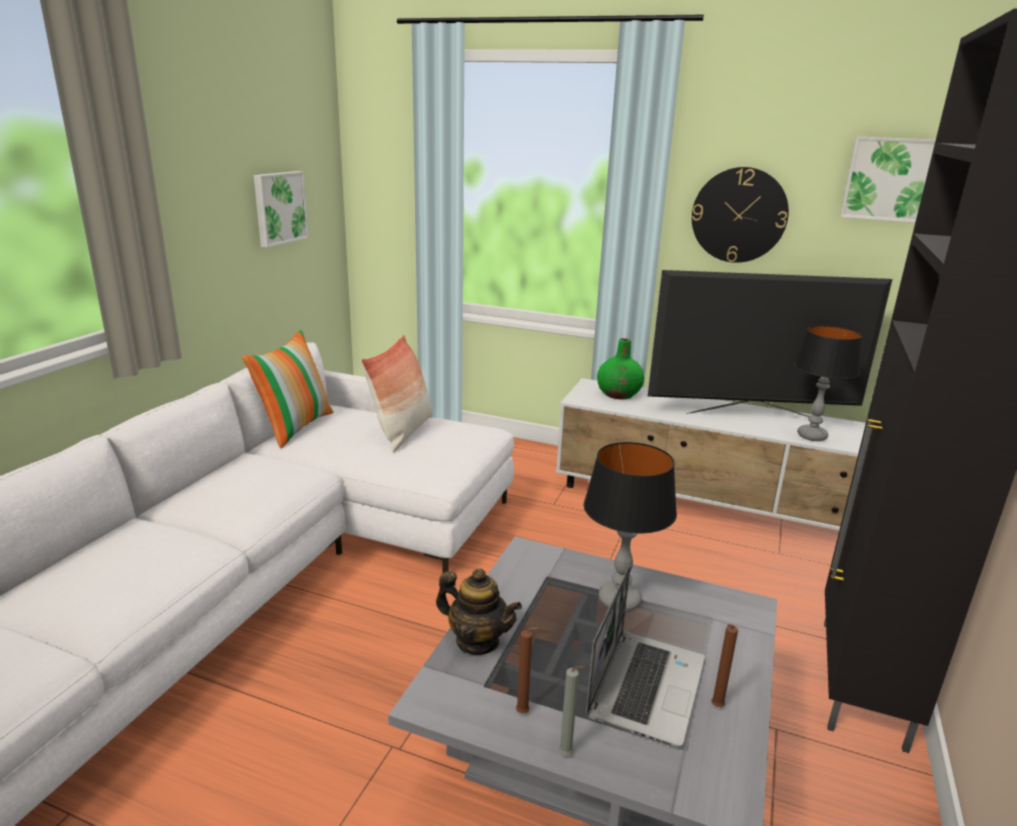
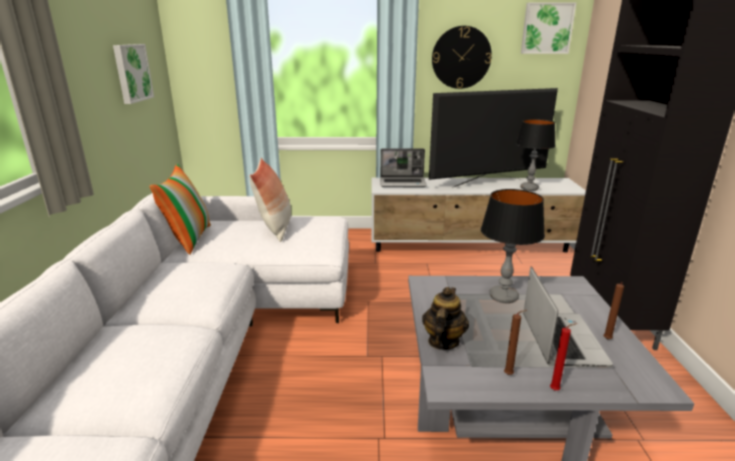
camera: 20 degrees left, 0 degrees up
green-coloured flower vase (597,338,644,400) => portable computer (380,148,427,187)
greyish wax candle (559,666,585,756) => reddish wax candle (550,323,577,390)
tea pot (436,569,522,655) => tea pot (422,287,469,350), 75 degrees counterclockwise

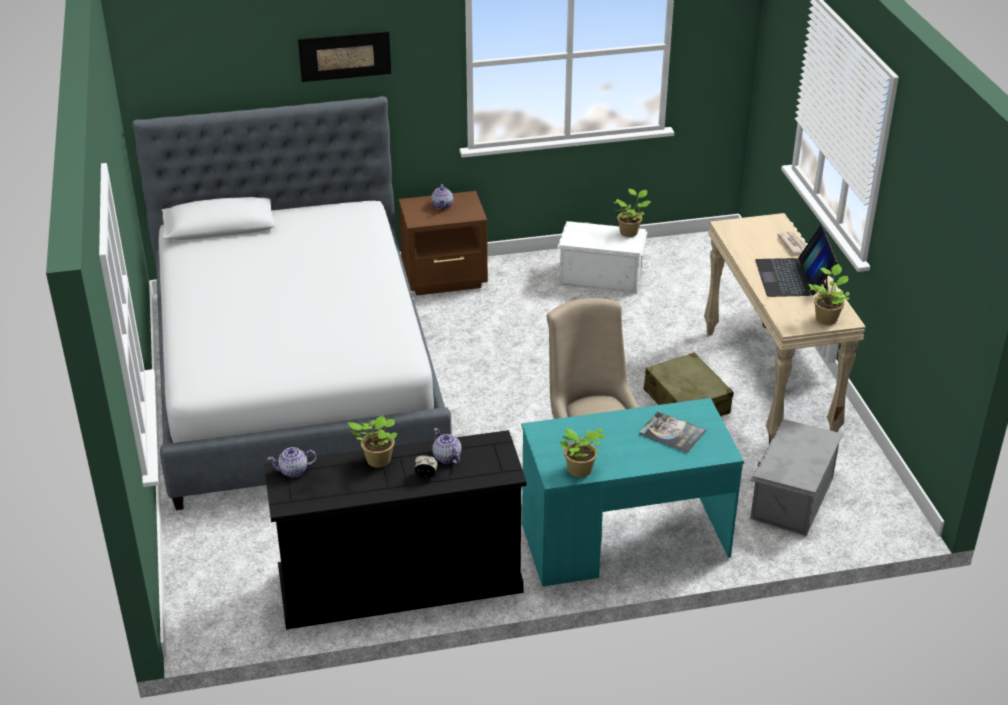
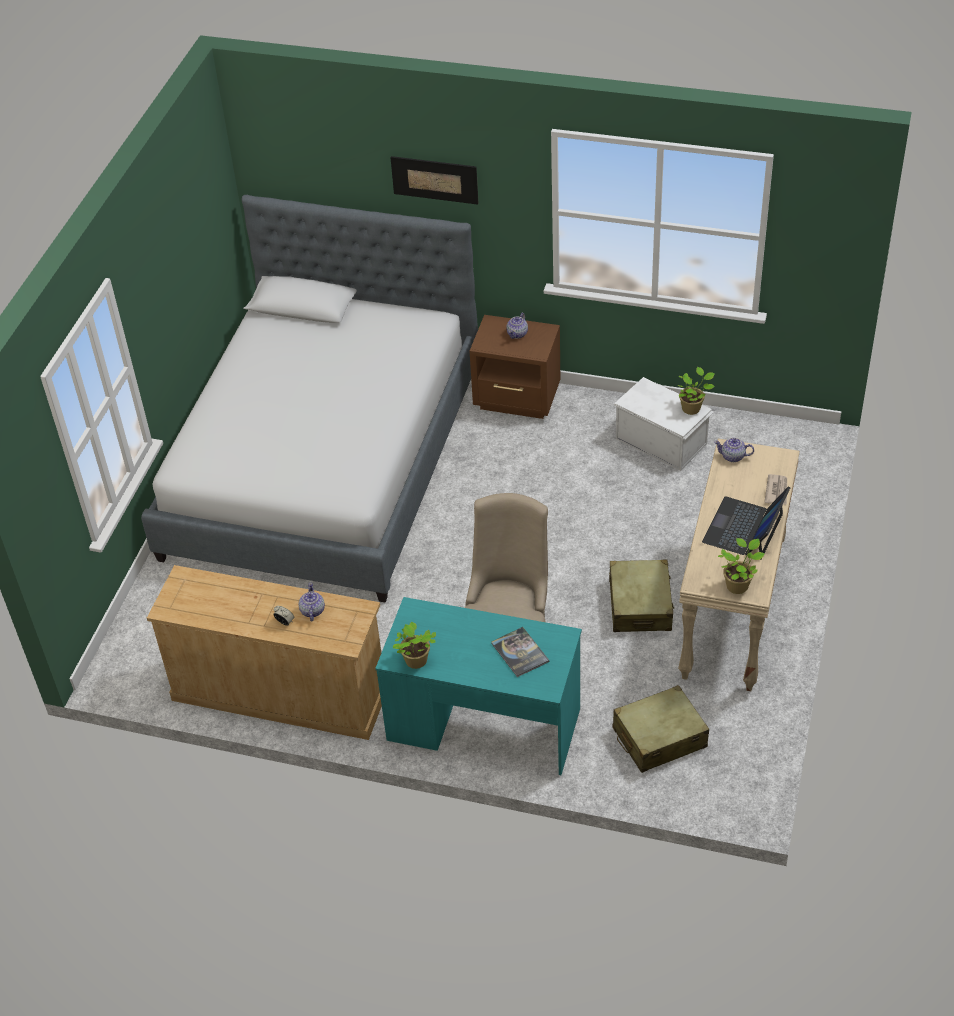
camera: 30 degrees right, 10 degrees up
plant in a pot (348,415,397,468) => nothing
tea pot (268,447,317,477) => tea pot (714,438,754,462), relocated
greyish storage container (750,419,843,536) => beige piece of luggage (613,685,709,773)
black-coloured dresser (264,430,527,629) => beige dresser (147,565,382,740)

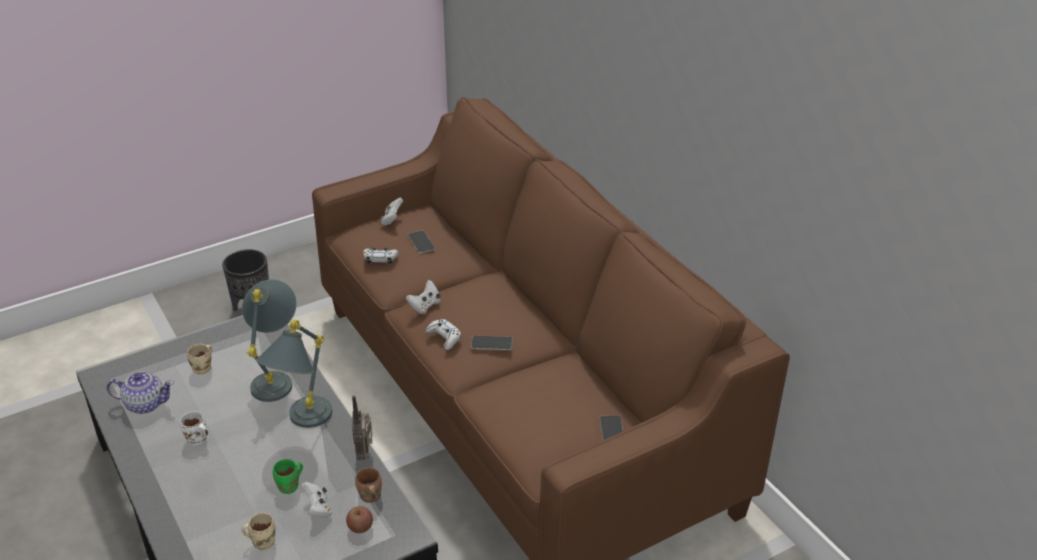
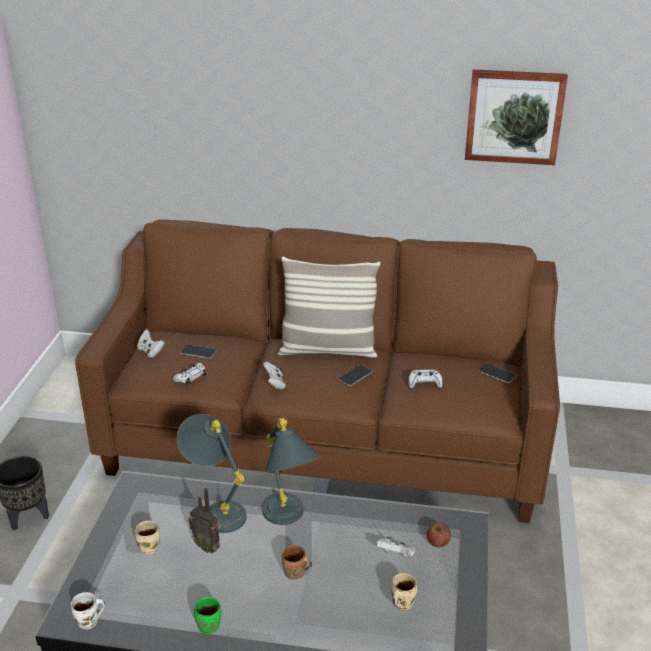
camera: 50 degrees left, 5 degrees down
tea pot (107,371,174,414) => nothing
nothing => cushion (278,257,381,358)
nothing => picture (465,70,568,165)
white-coloured tea mug (180,411,208,445) => white-coloured tea mug (71,592,105,630), relocated
green-coloured tea mug (273,459,303,494) => green-coloured tea mug (194,595,221,634), relocated
radio (352,396,372,460) => radio (188,488,221,553), relocated
brownish tea mug (355,468,382,503) => brownish tea mug (282,545,312,580), relocated
white-coloured joypad (425,319,461,350) => white-coloured joypad (409,370,442,389), relocated

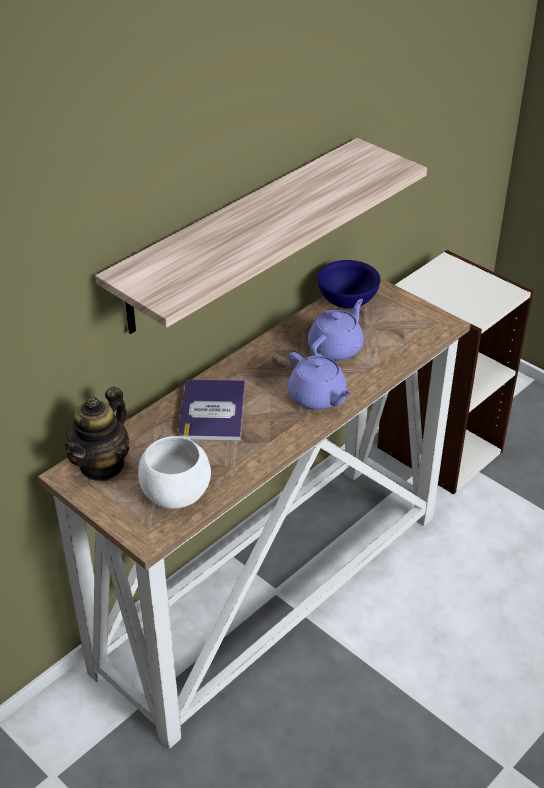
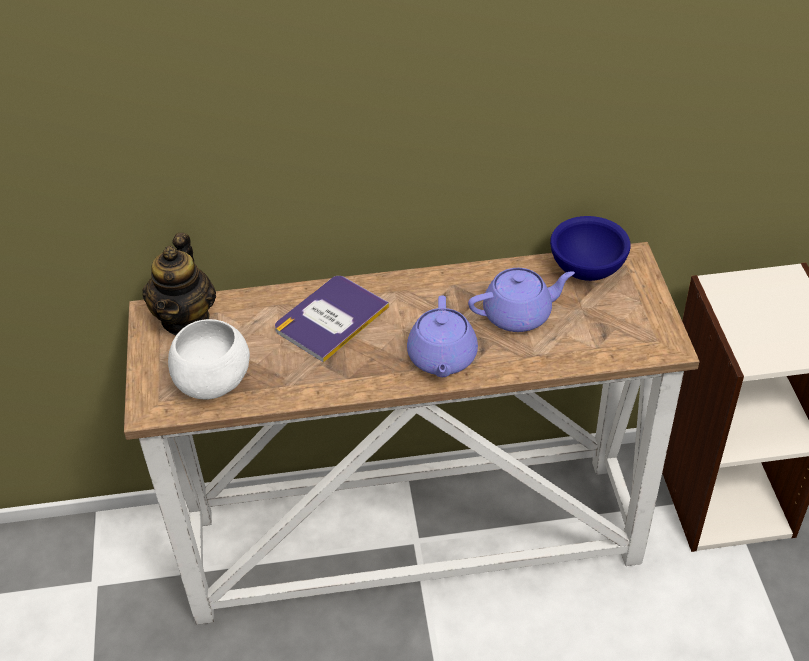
camera: 40 degrees right, 5 degrees up
bracket shelf (95,138,427,334) => nothing
tea pot (63,387,129,481) => tea pot (142,233,216,335), 60 degrees counterclockwise

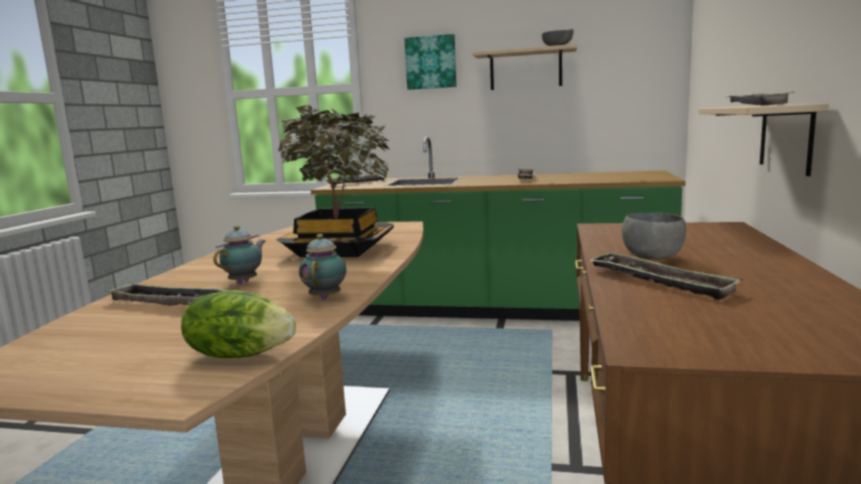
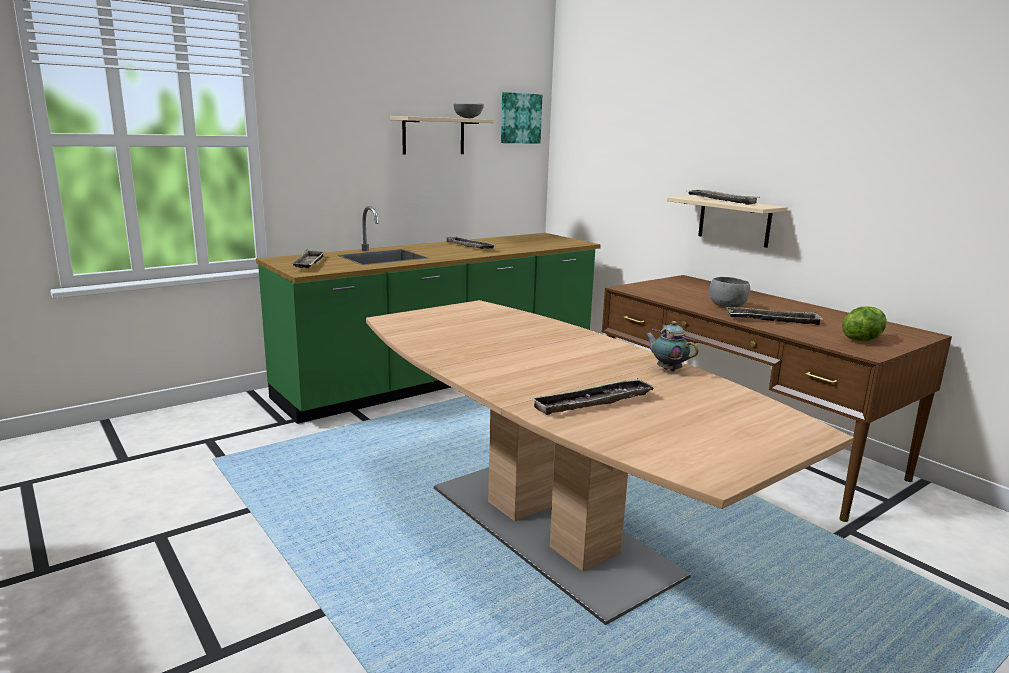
camera: 50 degrees left, 5 degrees up
tea pot (213,225,265,284) => nothing
plant in a pot (276,105,394,257) => nothing
lettuce head (181,290,296,358) => lettuce head (842,306,887,341), relocated
picture (404,34,457,90) => picture (501,92,542,144), relocated

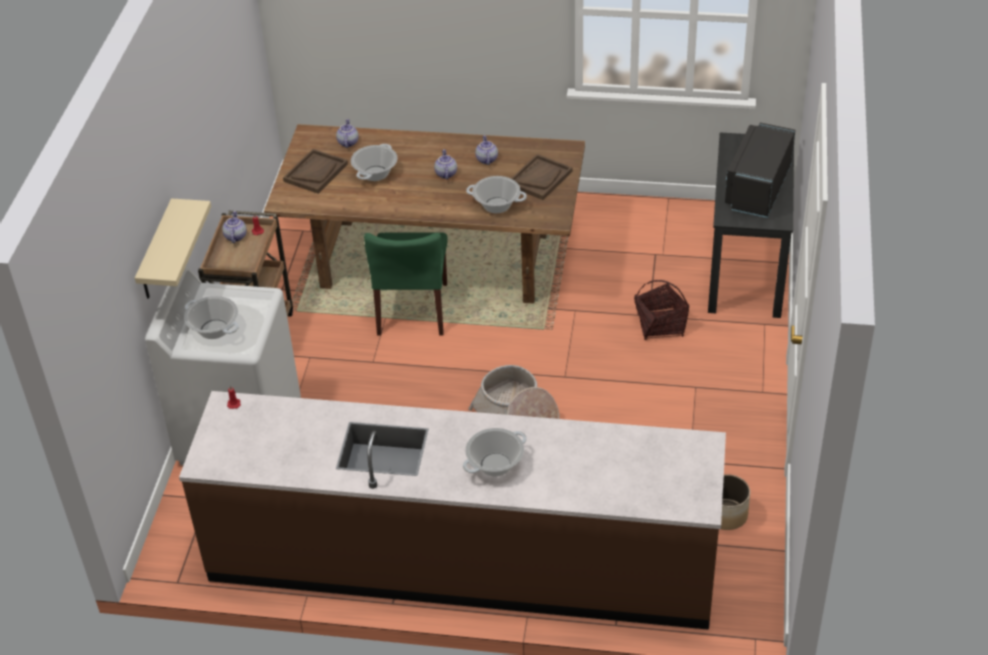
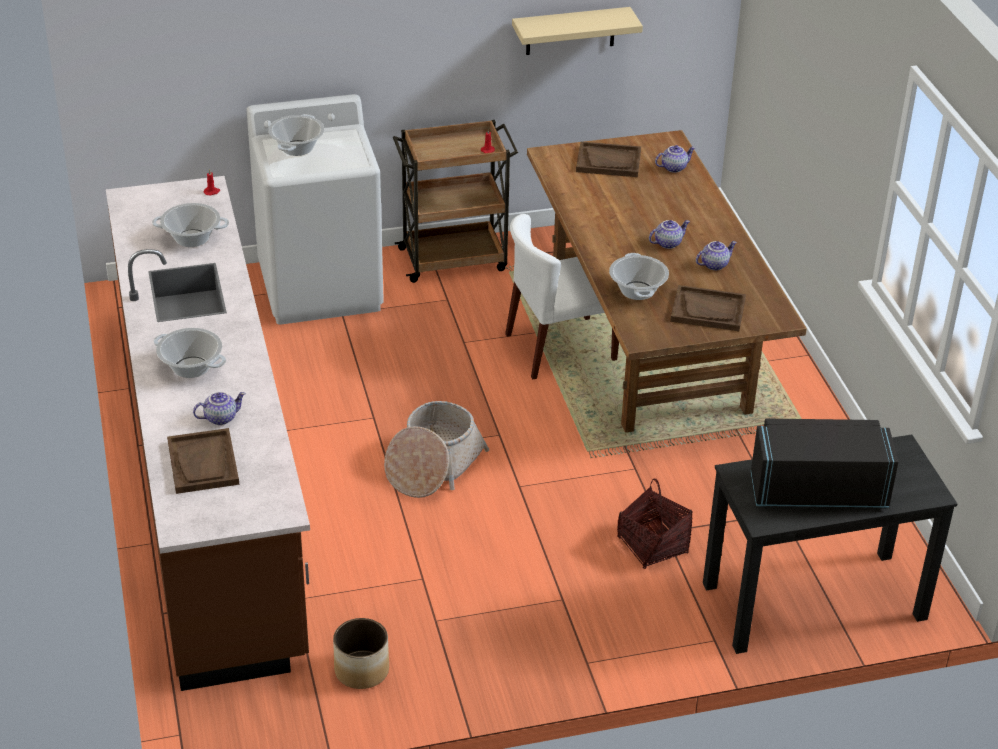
camera: 65 degrees right, 5 degrees down
nothing => brownish tray (167,428,239,494)
beige bracket shelf (135,198,211,299) => beige bracket shelf (512,7,643,55), relocated
tea pot (222,211,247,243) => tea pot (193,392,246,425), relocated
stockpot (351,144,398,181) => stockpot (152,203,229,247), relocated
green-coloured upright chair (364,232,448,336) => white-coloured upright chair (505,214,619,379)

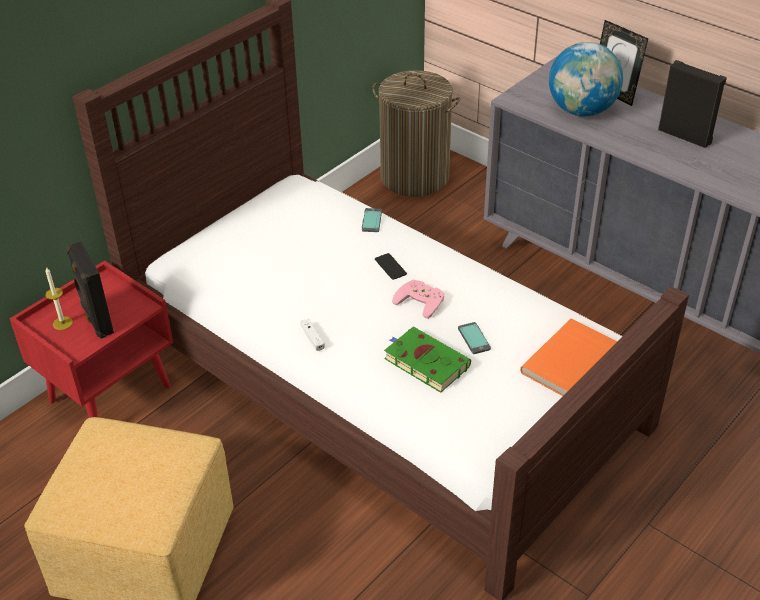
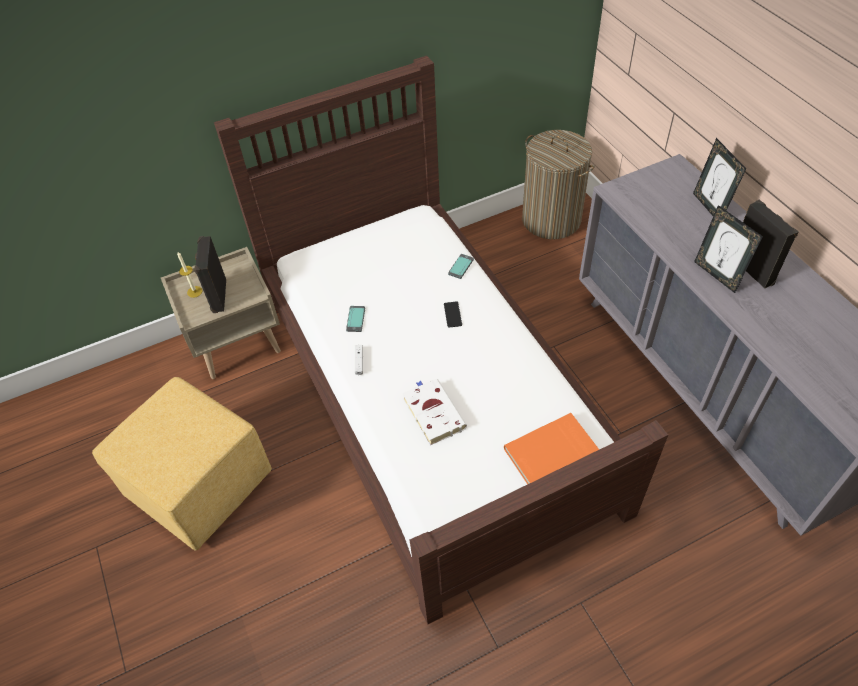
camera: 25 degrees right, 10 degrees up
pink joypad (392,280,445,319) => nothing
desk globe (549,42,623,116) => nothing
nothing => standing frame (694,205,763,293)
telephone (458,322,491,354) => telephone (346,306,365,332), relocated
reddish bedside table (10,261,173,418) => beige bedside table (161,247,281,379)
green-coloured volume (384,327,471,393) => white-coloured volume (402,379,467,445)

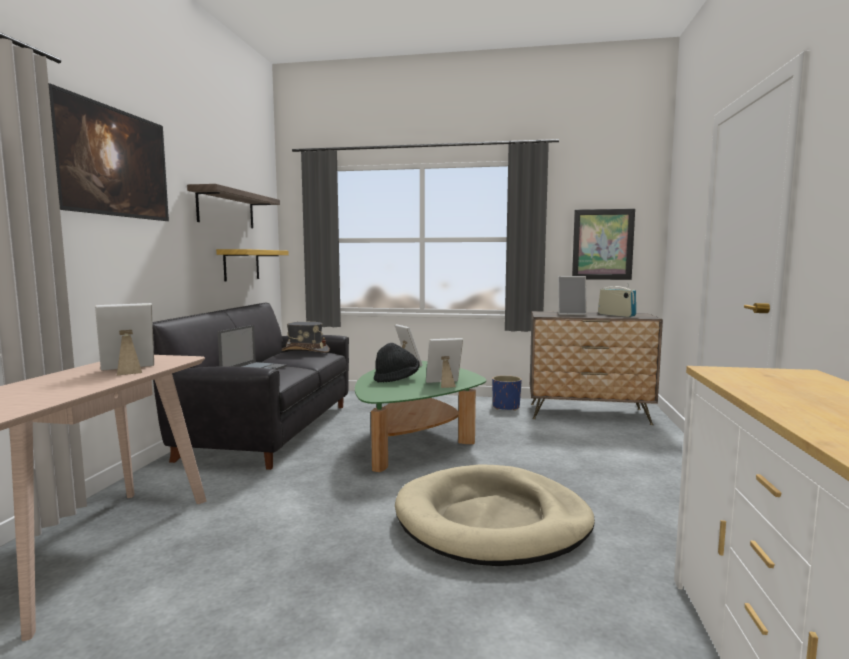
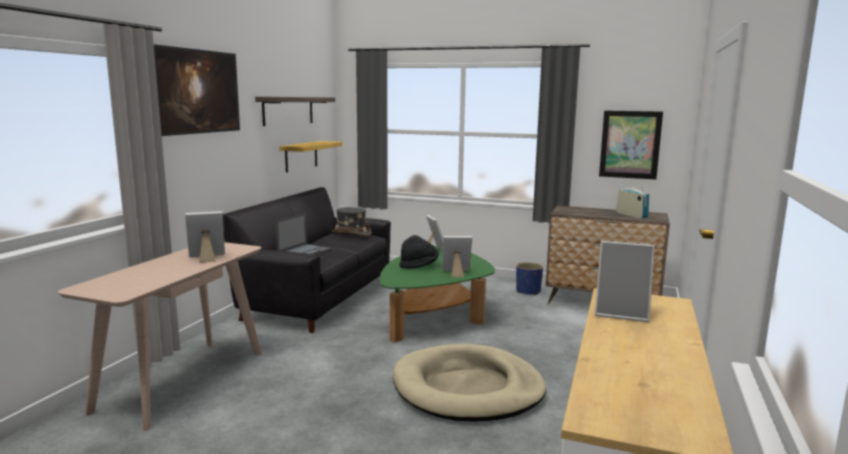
camera: 10 degrees right, 5 degrees up
standing frame (558,276,587,315) => standing frame (595,241,655,322), relocated

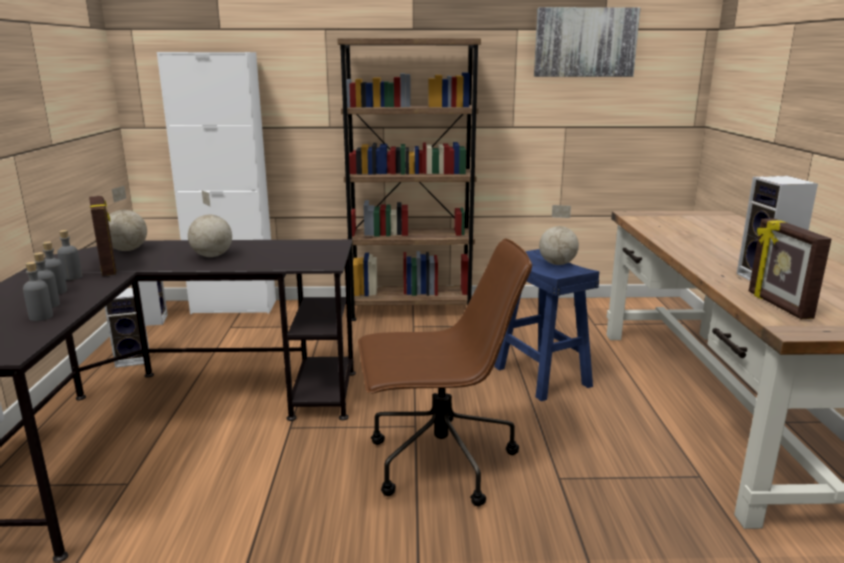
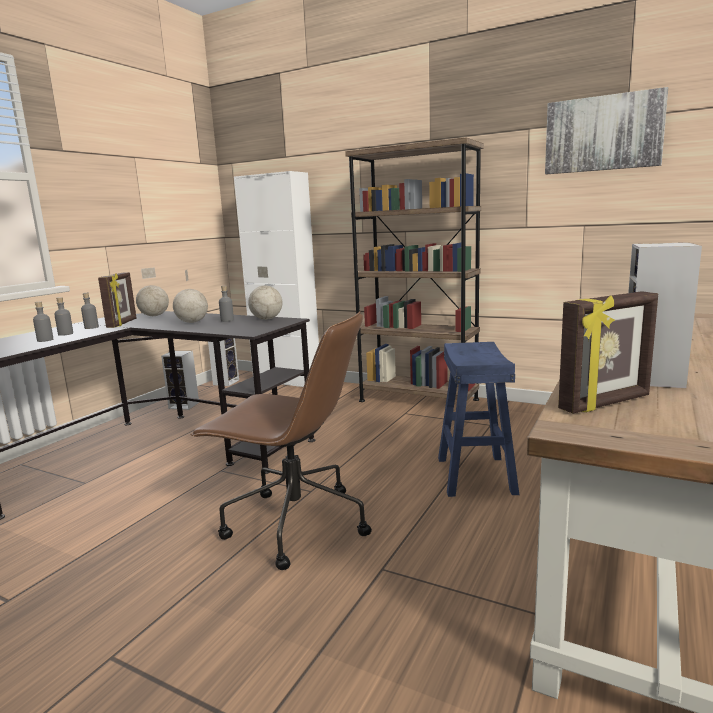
camera: 30 degrees right, 5 degrees down
greyish bottle (23,262,53,321) => greyish bottle (219,286,234,322), relocated
desk globe (539,205,579,265) => desk globe (248,266,282,320), relocated
standing frame (749,218,832,319) => standing frame (558,291,658,414), 135 degrees counterclockwise

